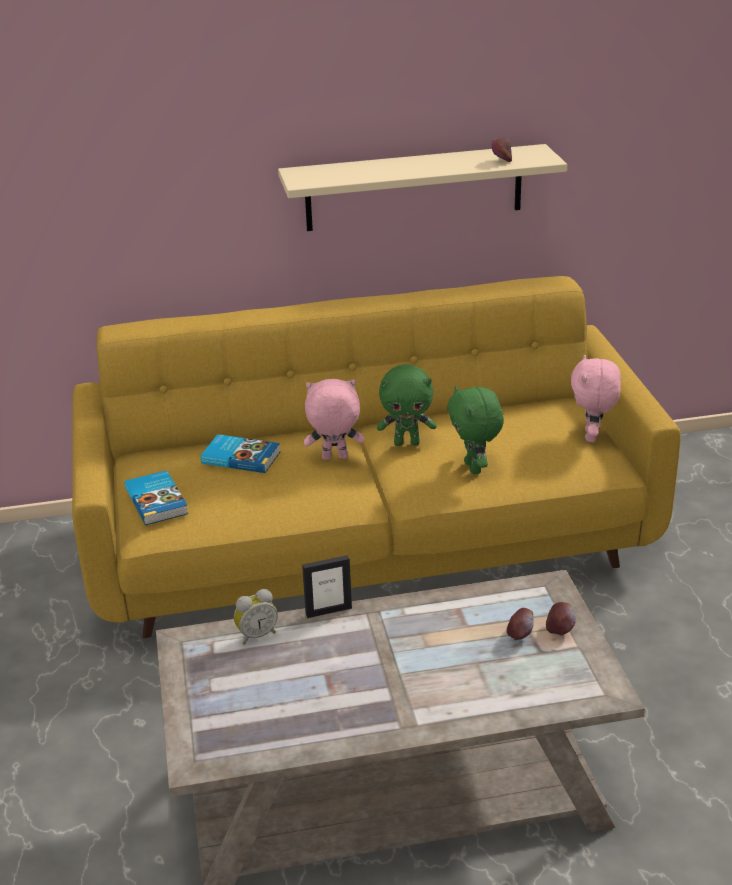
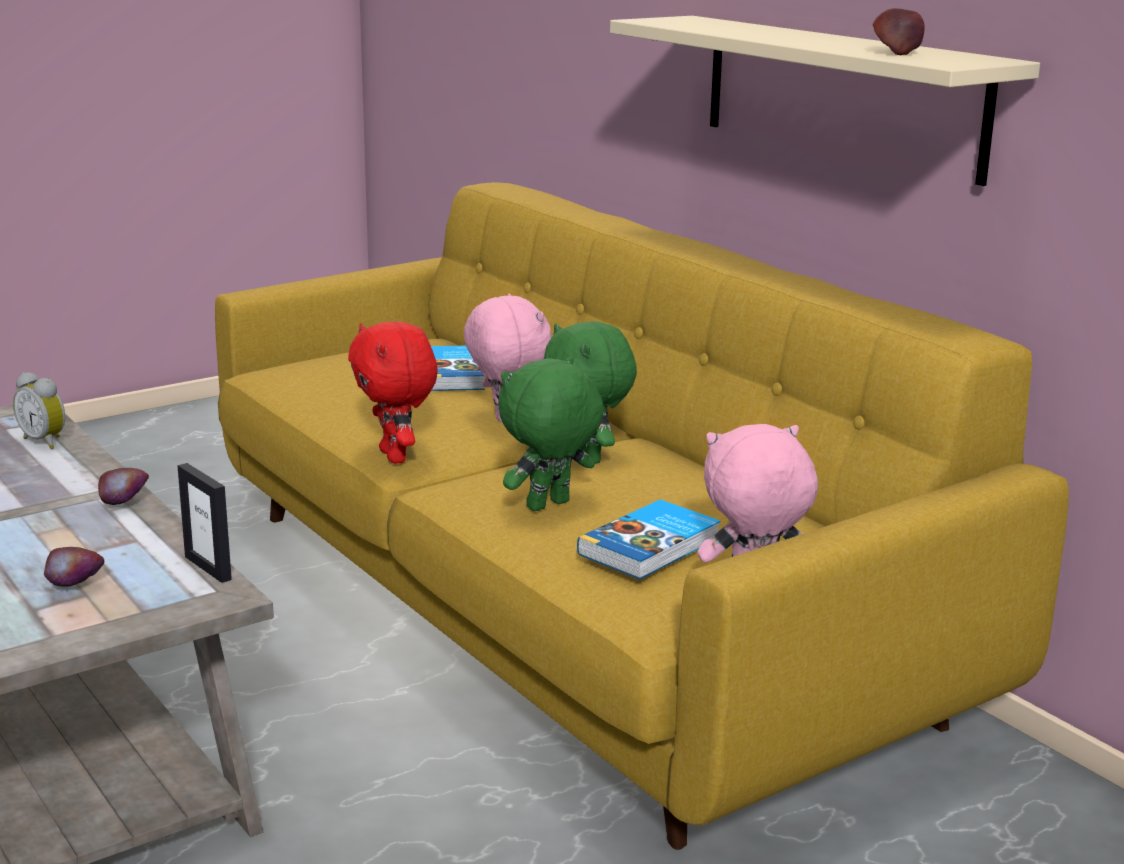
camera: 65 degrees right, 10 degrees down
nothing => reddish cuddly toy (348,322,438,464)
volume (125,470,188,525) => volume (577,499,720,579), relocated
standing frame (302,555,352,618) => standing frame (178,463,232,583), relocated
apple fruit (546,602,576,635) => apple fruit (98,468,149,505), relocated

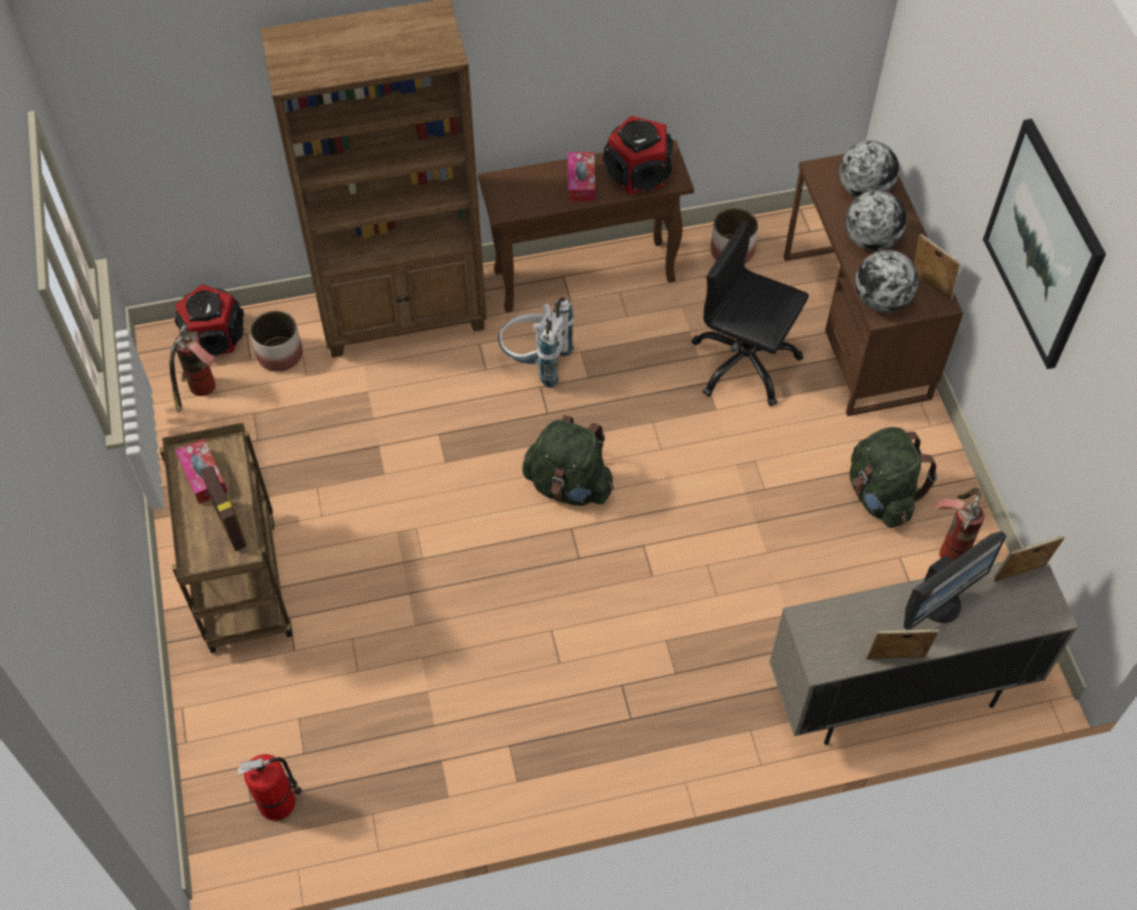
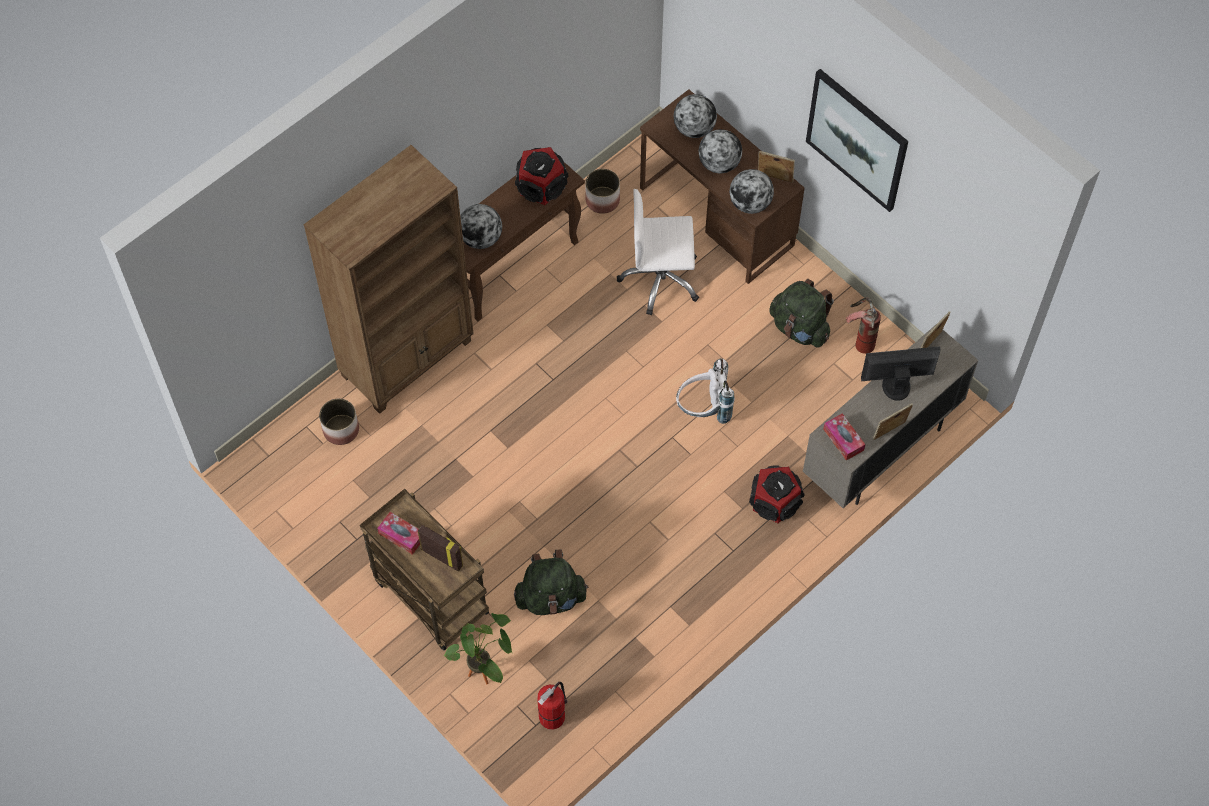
camera: 30 degrees left, 5 degrees up
fire extinguisher (169,323,216,412) => nothing
nothing => plant in a pot (443,613,512,684)
nothing => desk globe (460,204,502,249)
audio speaker (174,284,244,356) => audio speaker (749,465,805,523), relocated
white-coloured rucksack (498,298,574,388) => white-coloured rucksack (676,358,735,424), relocated
green-coloured rucksack (522,415,614,506) => green-coloured rucksack (514,549,589,615), relocated
tissue box (568,152,595,202) => tissue box (823,413,865,460), relocated
black-coloured office chair (692,219,809,406) => white-coloured office chair (617,189,699,315)
computer display (904,531,1007,630) => computer display (861,346,941,401), 120 degrees counterclockwise

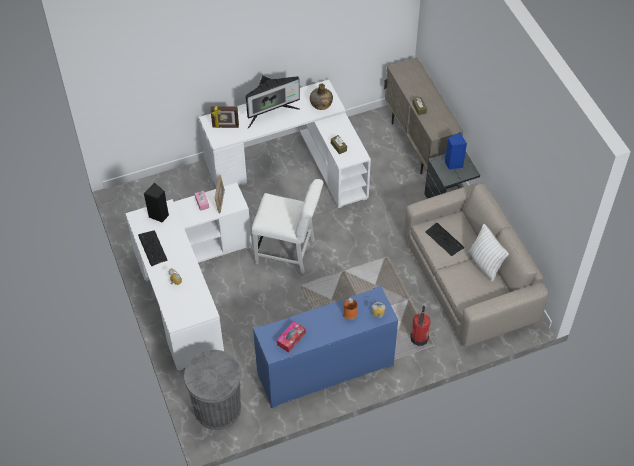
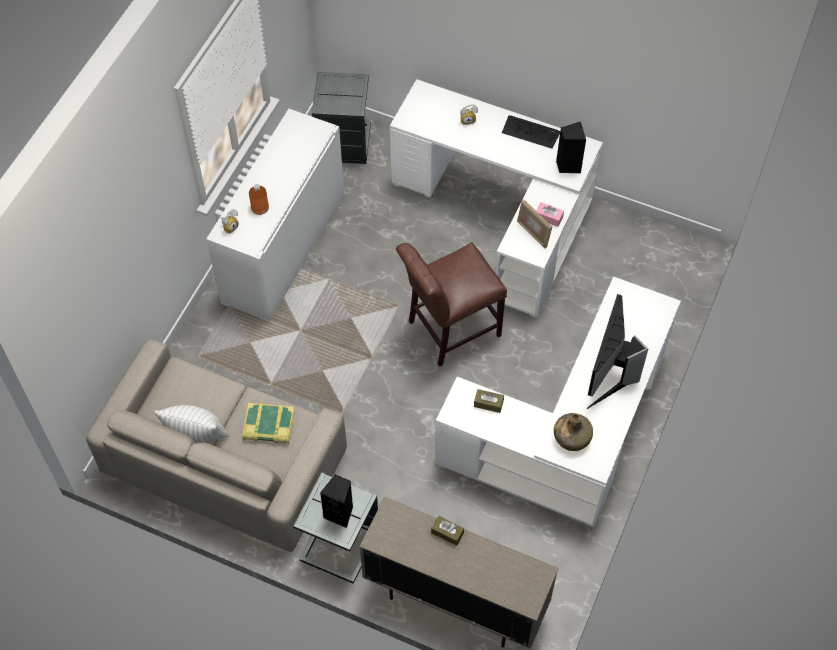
camera: 135 degrees right, 5 degrees up
standing frame (211,106,239,128) => nothing
tissue box (277,321,306,353) => nothing
fire extinguisher (410,306,431,346) => nothing
greyish rubbish bin (184,350,241,430) => greyish end table (312,72,371,164)
keyboard (425,223,464,256) => volume (242,403,295,444)
white-coloured upright chair (252,179,323,274) => brownish upright chair (396,242,507,367)
bluish cupboard (253,285,398,408) => white-coloured cupboard (206,109,344,322)
bluish audio speaker (445,132,467,170) => black-coloured audio speaker (320,474,353,528)

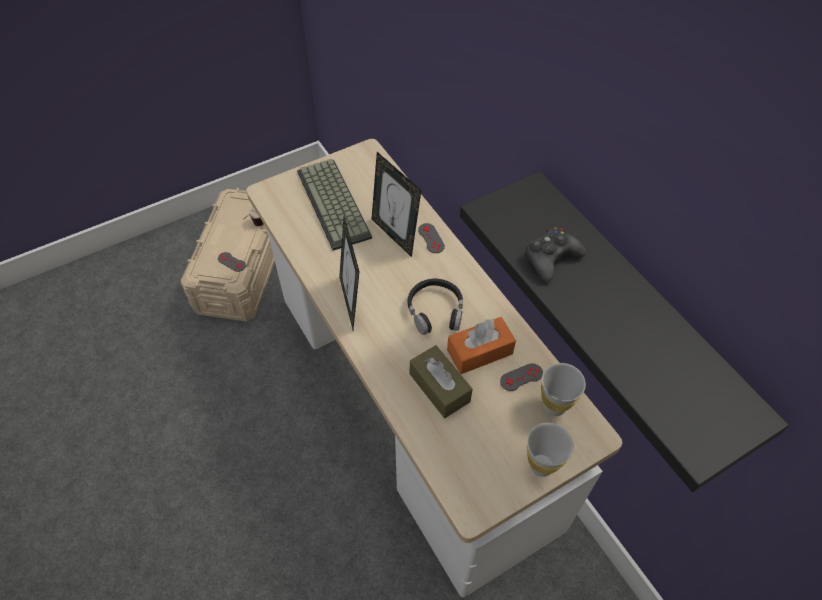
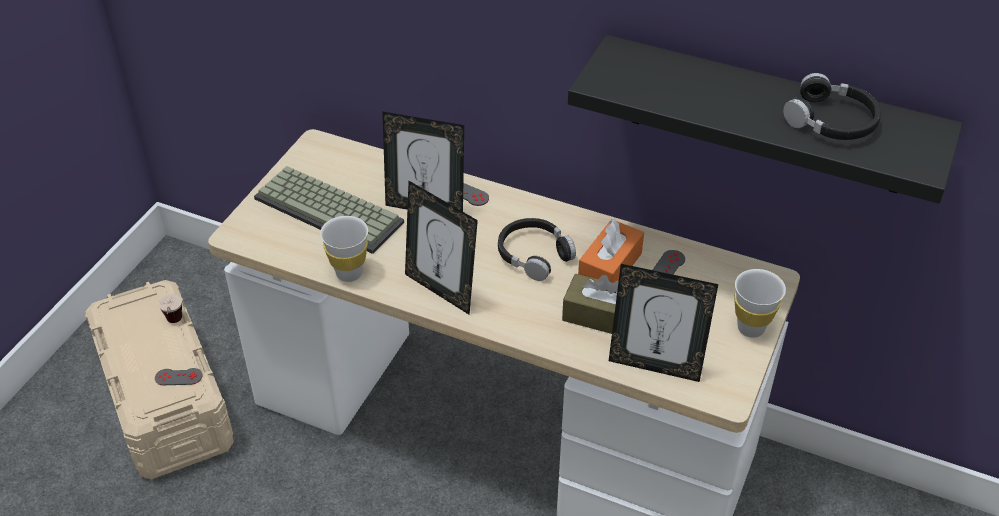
camera: 35 degrees left, 10 degrees down
black-coloured joypad (525,227,586,282) => nothing
nothing => standing frame (609,264,718,382)
nothing => black-coloured pair of headphones (783,73,881,140)
white-coloured cup (541,363,586,416) => white-coloured cup (320,216,368,282), relocated

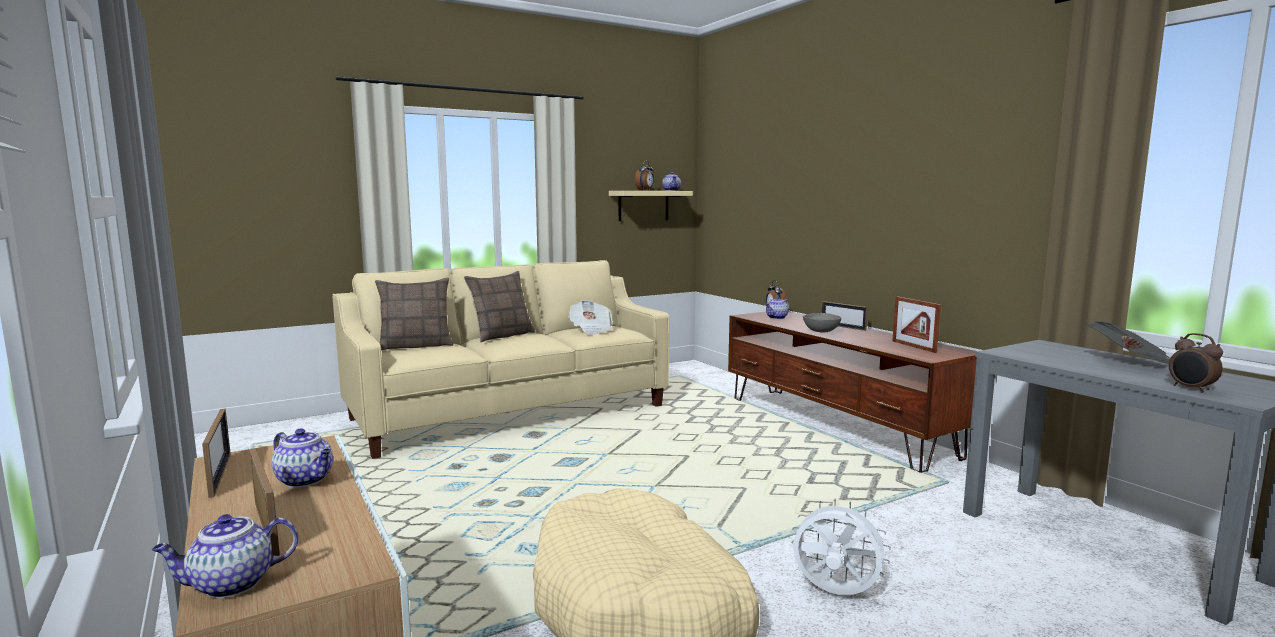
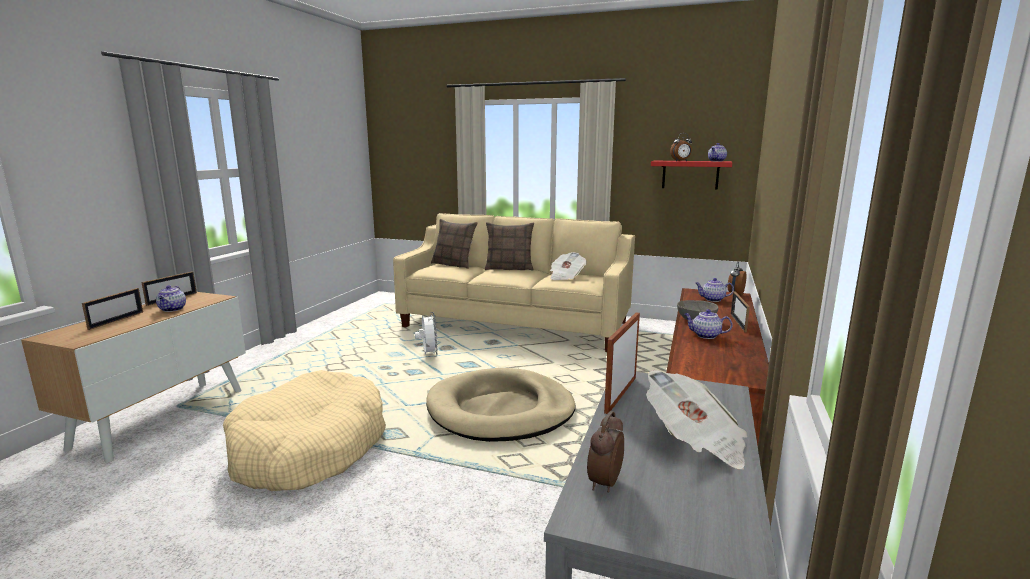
camera: 50 degrees right, 5 degrees up
nothing => beige pet bed (426,368,575,442)
tea pot (152,514,298,598) => tea pot (684,309,733,339), relocated
white-coloured cooling fan (792,499,891,595) => white-coloured cooling fan (415,312,438,357), relocated
standing frame (893,296,941,353) => standing frame (604,312,640,414), relocated
beige bracket shelf (609,191,693,221) => reddish bracket shelf (651,161,733,190)

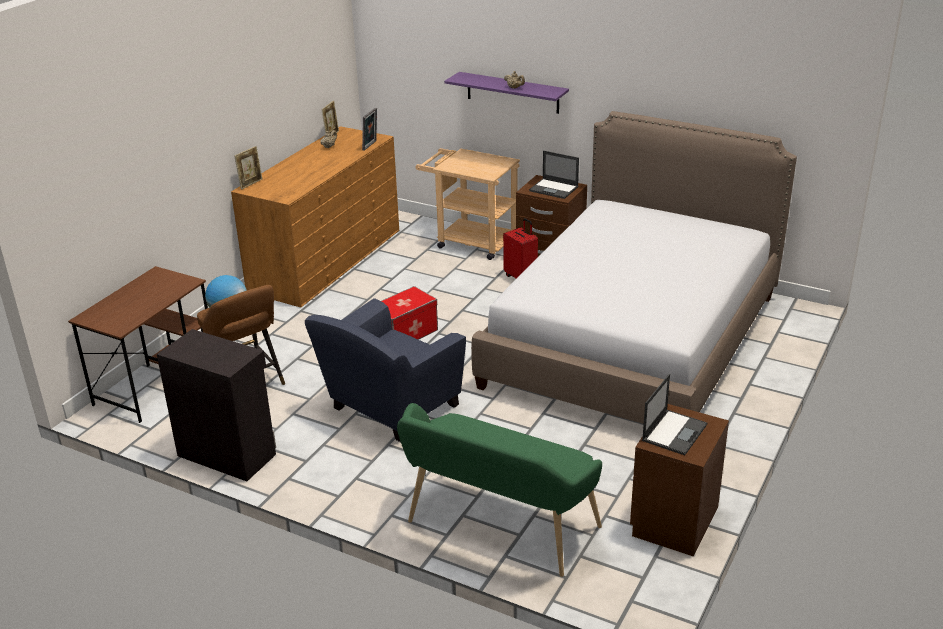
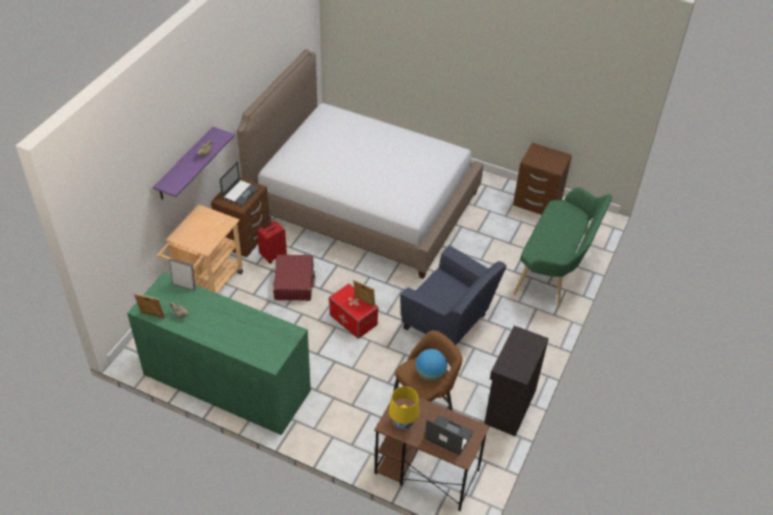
camera: 95 degrees left, 15 degrees up
nothing => reddish piece of luggage (273,255,315,301)
nothing => yellow tabletop lamp (389,386,420,430)
standing frame (234,146,262,189) => standing frame (353,280,375,307), relocated
portable computer (642,374,707,455) => portable computer (425,415,474,456), relocated
brownish dresser (231,126,399,308) => green-coloured dresser (127,272,311,435)

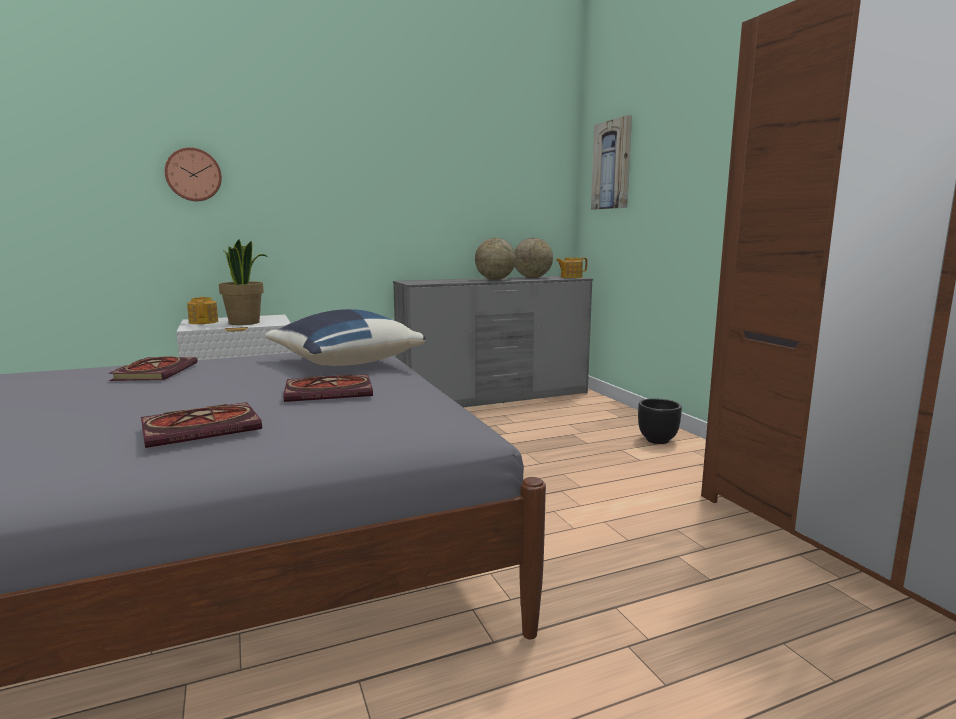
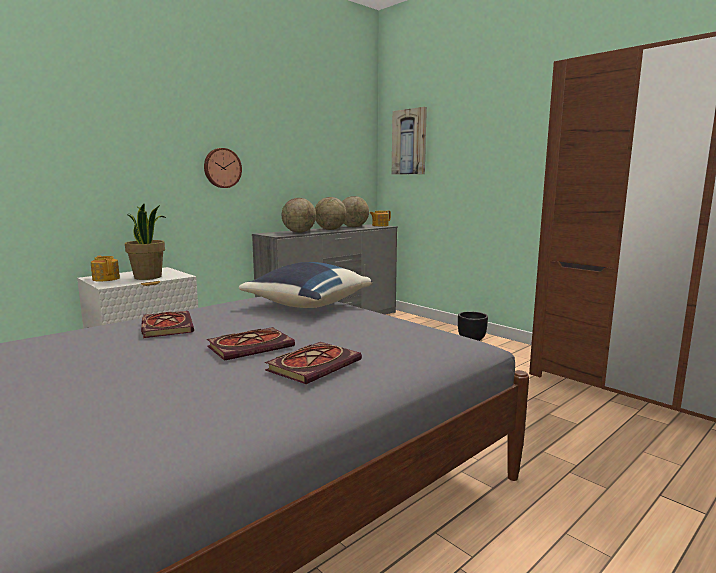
camera: 20 degrees left, 0 degrees up
nothing => desk globe (282,198,316,233)
wall clock (165,147,222,201) => wall clock (204,148,242,188), relocated
volume (283,374,373,402) => volume (207,327,295,361), relocated

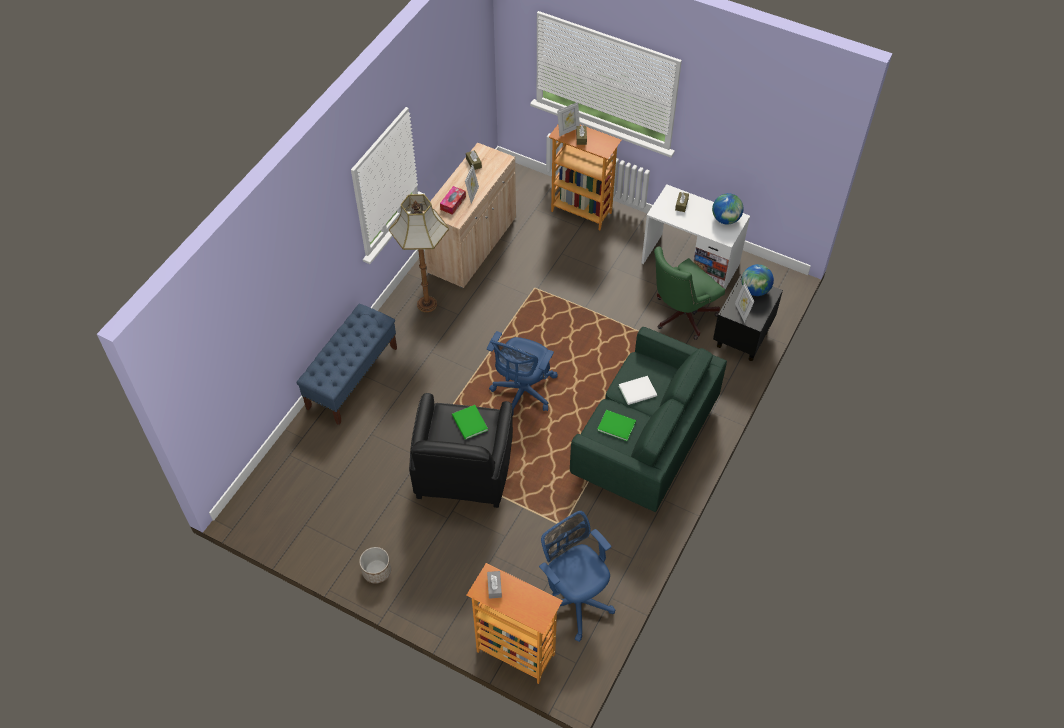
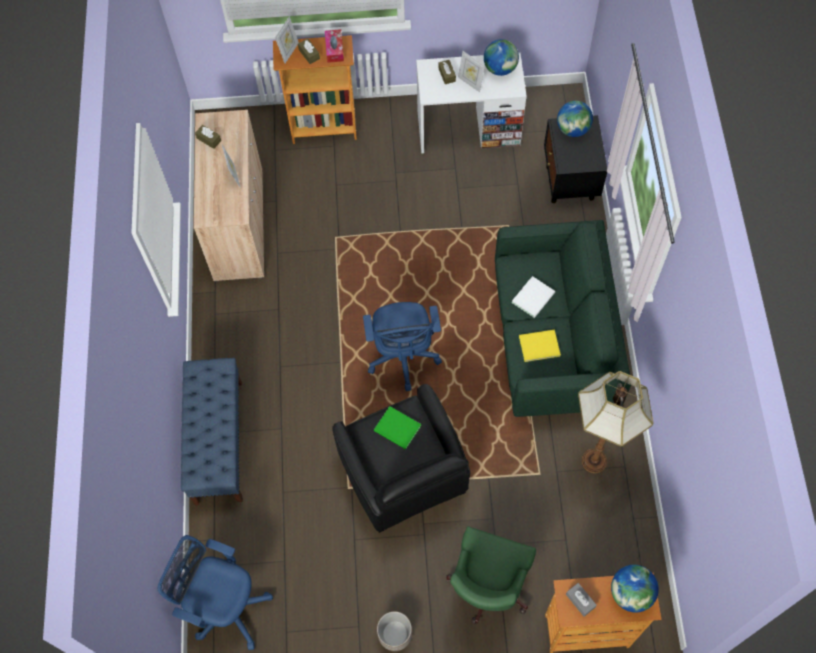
camera: 30 degrees left, 10 degrees up
nothing => desk globe (611,565,659,612)
floor lamp (389,194,449,312) => floor lamp (578,371,654,473), relocated
tissue box (440,186,466,215) => tissue box (325,29,344,63), relocated
bluish office chair (539,511,615,642) => bluish office chair (158,535,273,650), relocated
green-coloured office chair (654,246,725,340) => green-coloured office chair (446,526,536,624), relocated
standing frame (735,282,755,323) => standing frame (458,51,485,92), relocated
green-coloured volume (597,410,636,441) => yellow volume (519,330,561,362)

